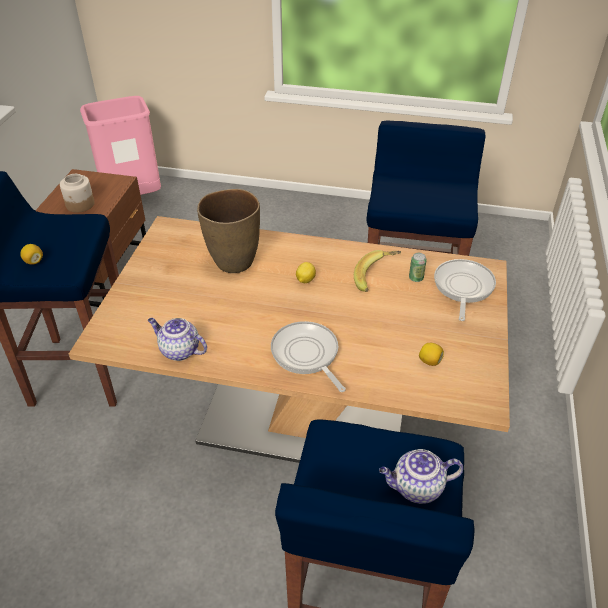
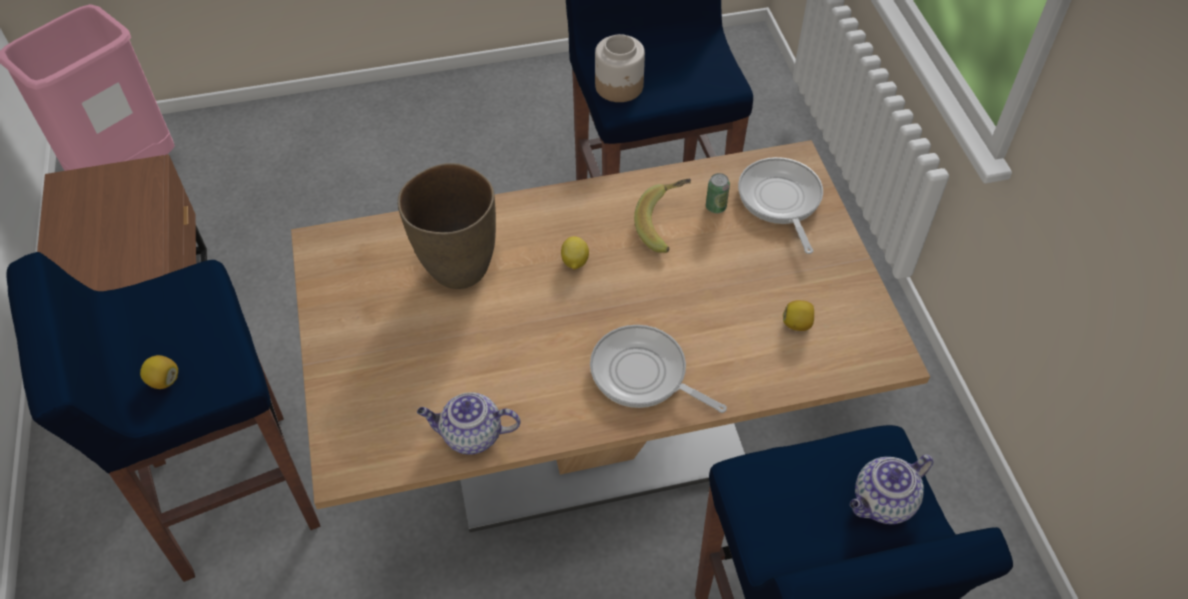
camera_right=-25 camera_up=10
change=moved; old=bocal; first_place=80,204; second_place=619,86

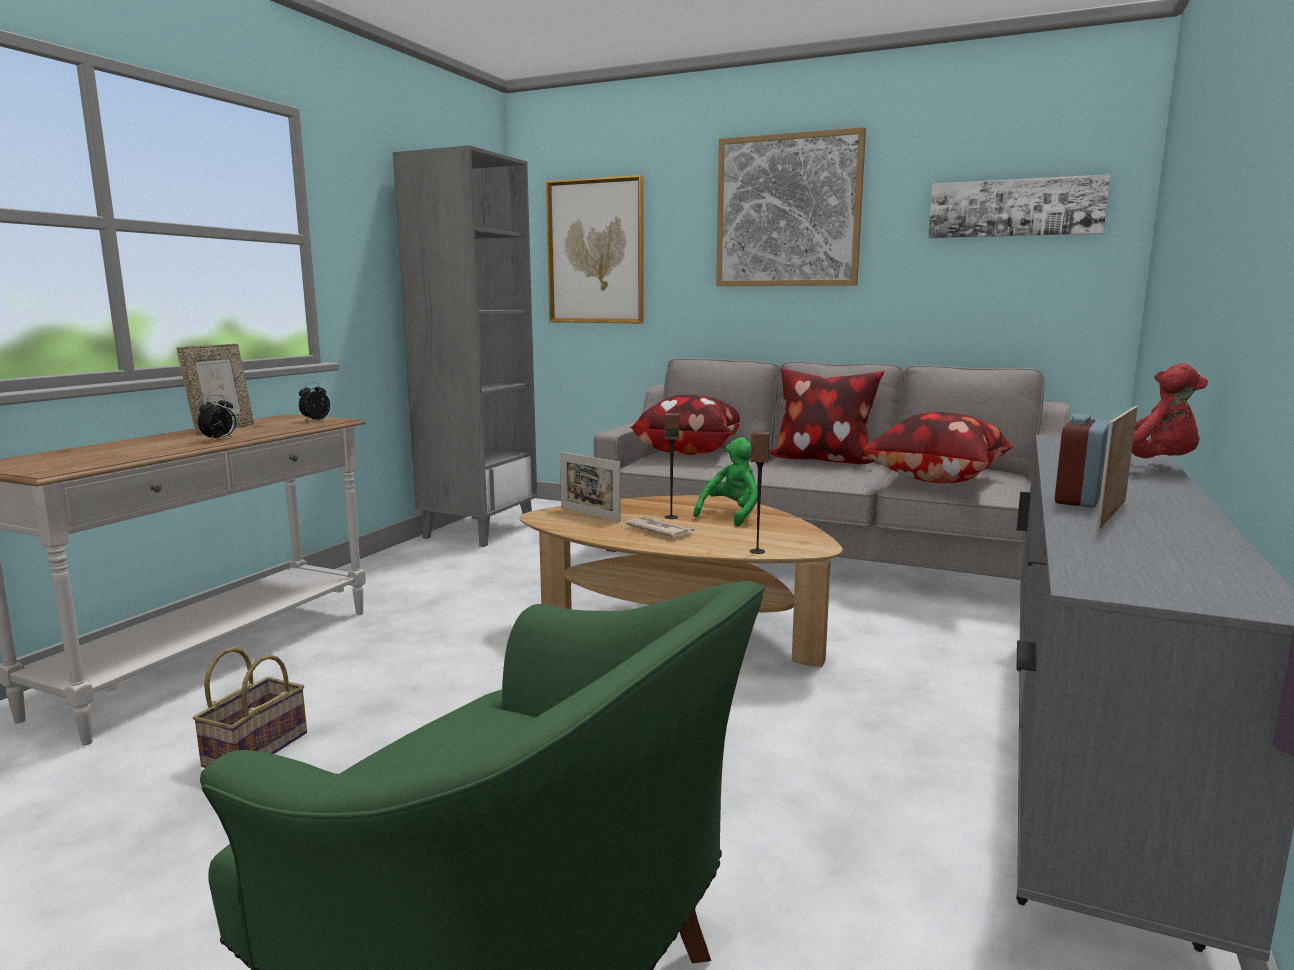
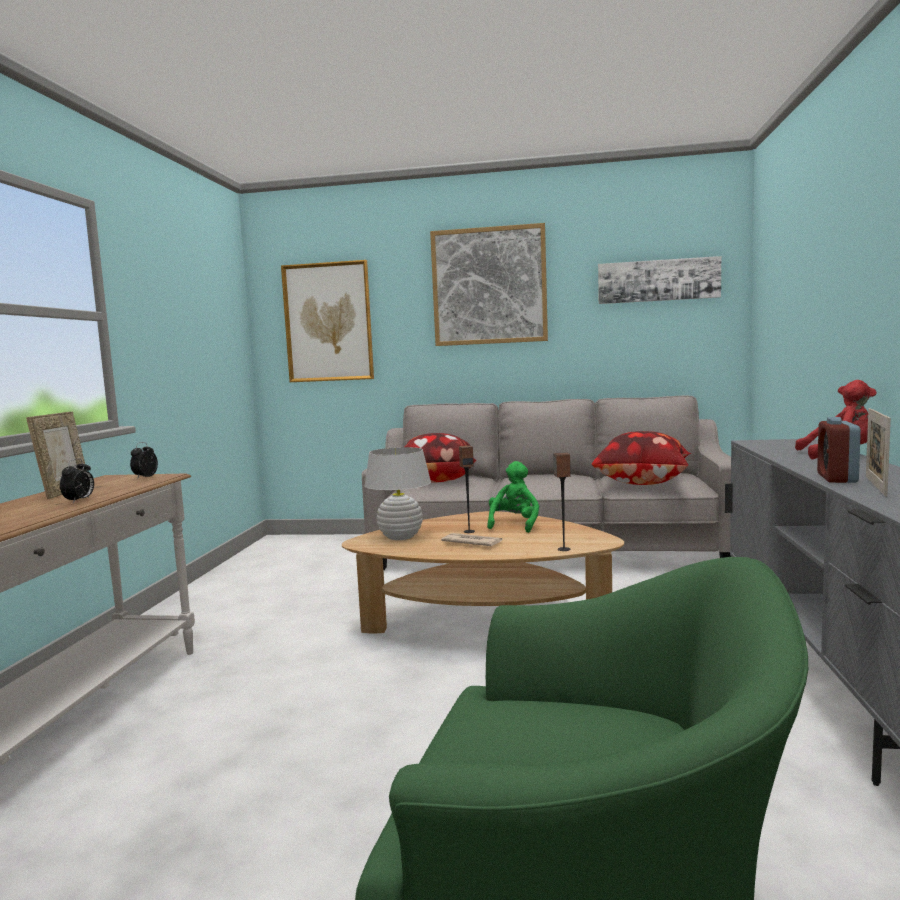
camera_right=-15 camera_up=-5
change=removed; old=panier; first_place=256,748
change=removed; old=bibliothèque [gris]; first_place=479,530
change=removed; old=coussin; first_place=822,460
change=replaced; old=cadre photo; new=lampe de table [blanc]; first_place=590,515; second_place=401,537

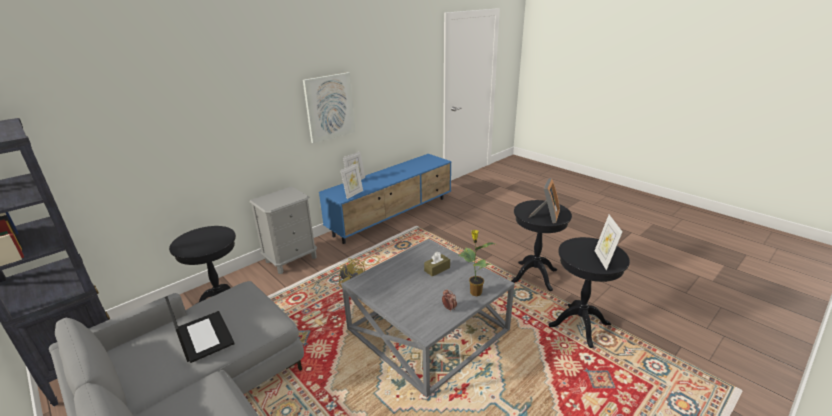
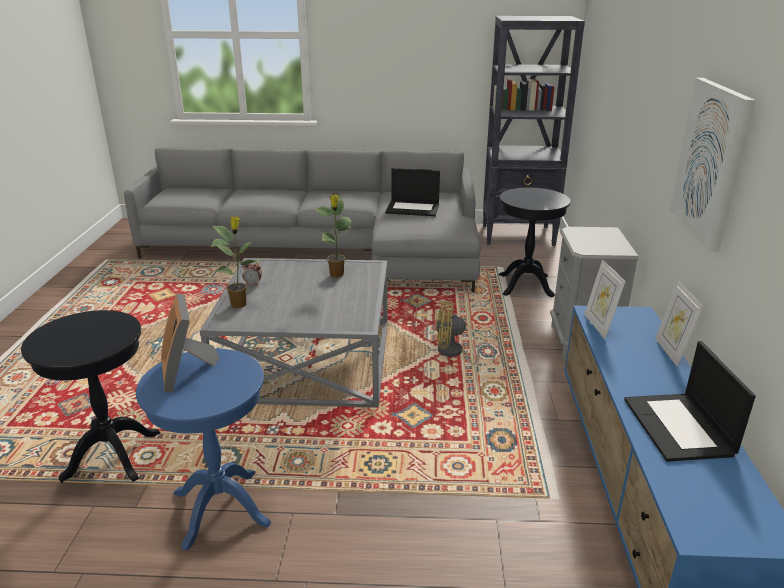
camera_right=135 camera_up=0
change=removed; old=boîte à mouchoirs [marron]; first_place=437,269
change=removed; old=cadre photo; first_place=603,260
change=added; new=plante en pot; second_place=337,275
change=added; new=ordinateur portable; second_place=679,427
change=recoloured; old=table d'appoint [noir]; new=table d'appoint [bleu]; first_place=534,276; second_place=221,508

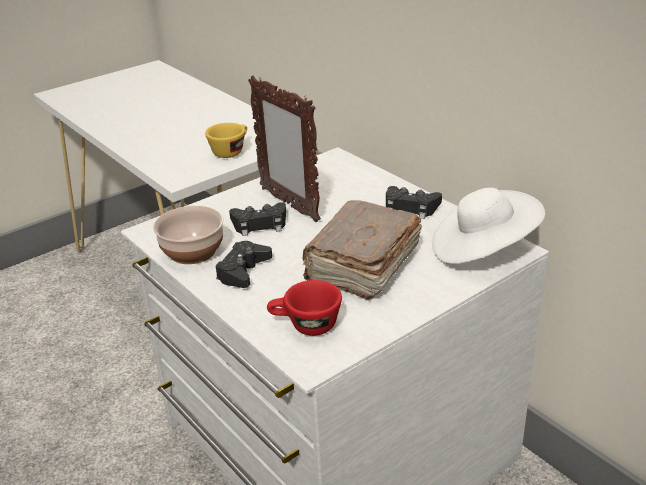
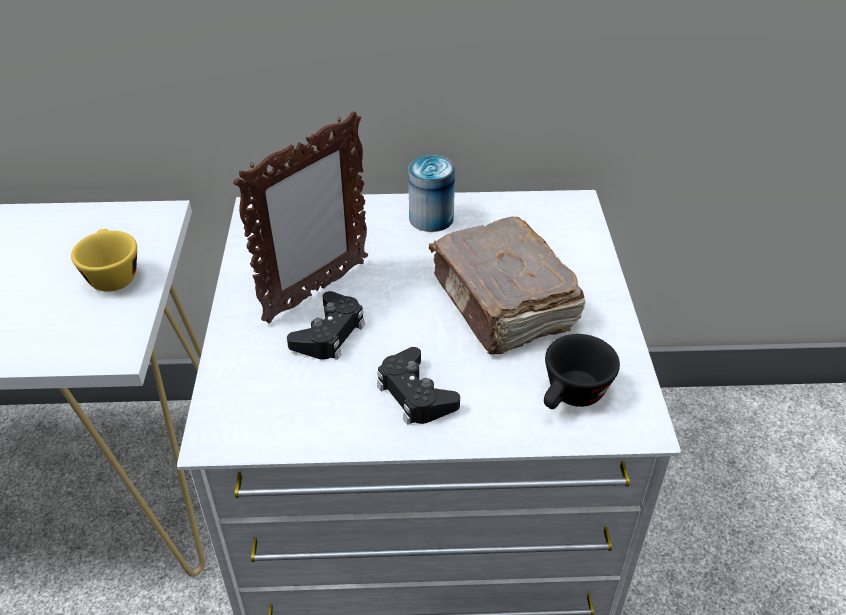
camera_right=-55 camera_up=10
change=removed; old=bol; first_place=193,251
change=removed; old=chapeau [blanc]; first_place=482,250
change=replaced; old=manette [noir]; new=boîte métallique; first_place=410,207; second_place=431,218
change=recoloured; old=tasse [rouge]; new=tasse [noir]; first_place=305,326; second_place=571,397
change=turned; old=cadre photo; first_place=289,204; second_place=315,291; degrees=-45

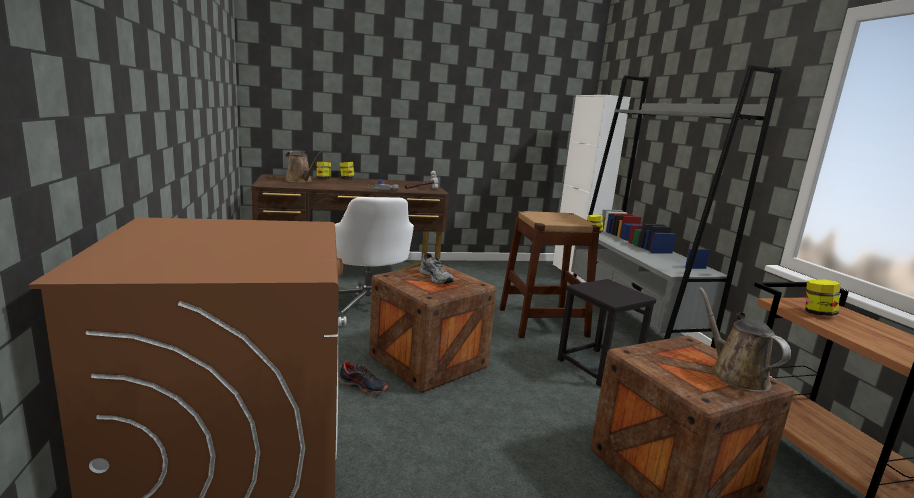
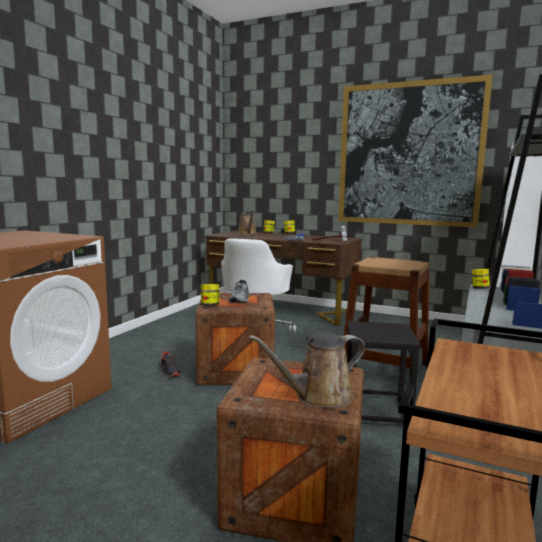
camera_right=40 camera_up=-5
change=added; new=tableau; second_place=409,154
change=moved; old=bocal; first_place=817,313; second_place=210,306
change=turned; old=arrosoir [marron]; first_place=735,374; second_place=318,397; degrees=-135

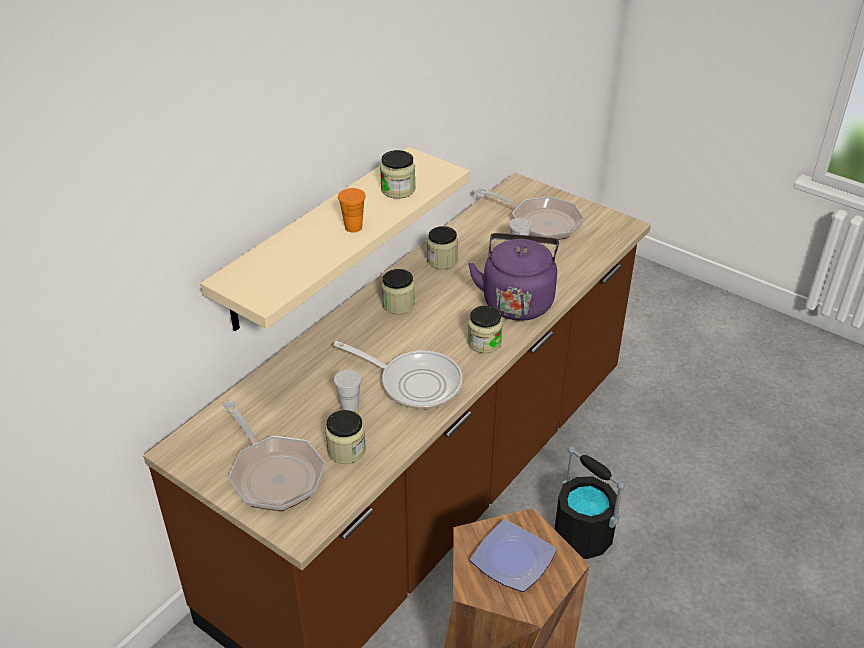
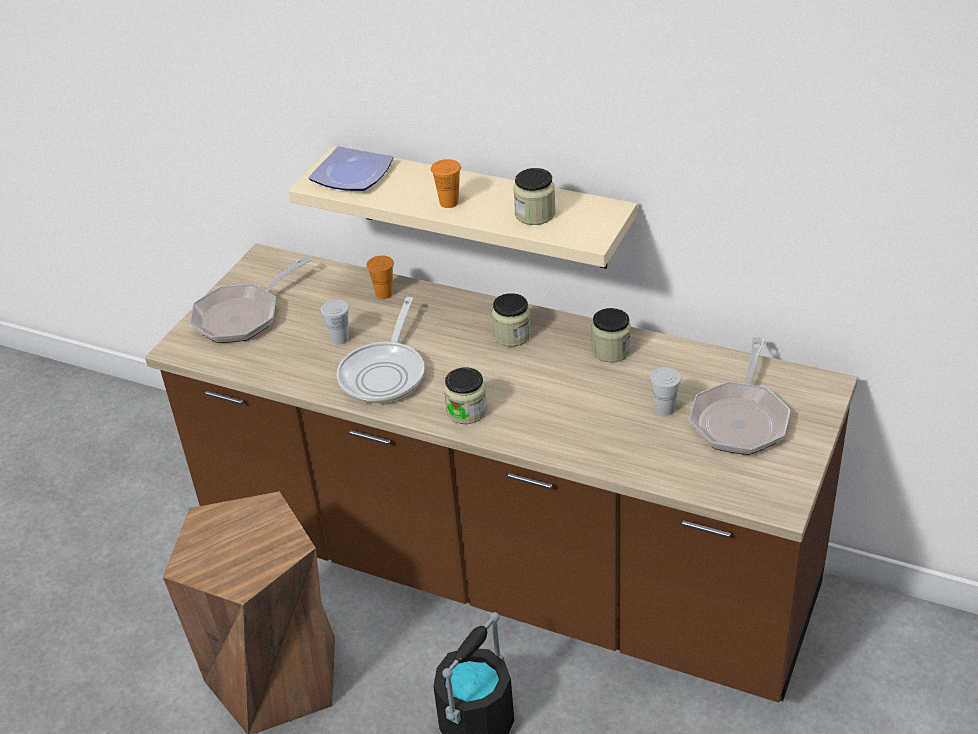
camera_right=80 camera_up=0
change=removed; old=bocal; first_place=346,450
change=removed; old=bouilloire [violet]; first_place=517,300
change=added; new=tasse [orange]; second_place=384,294
change=moved; old=assiette; first_place=511,559; second_place=351,173

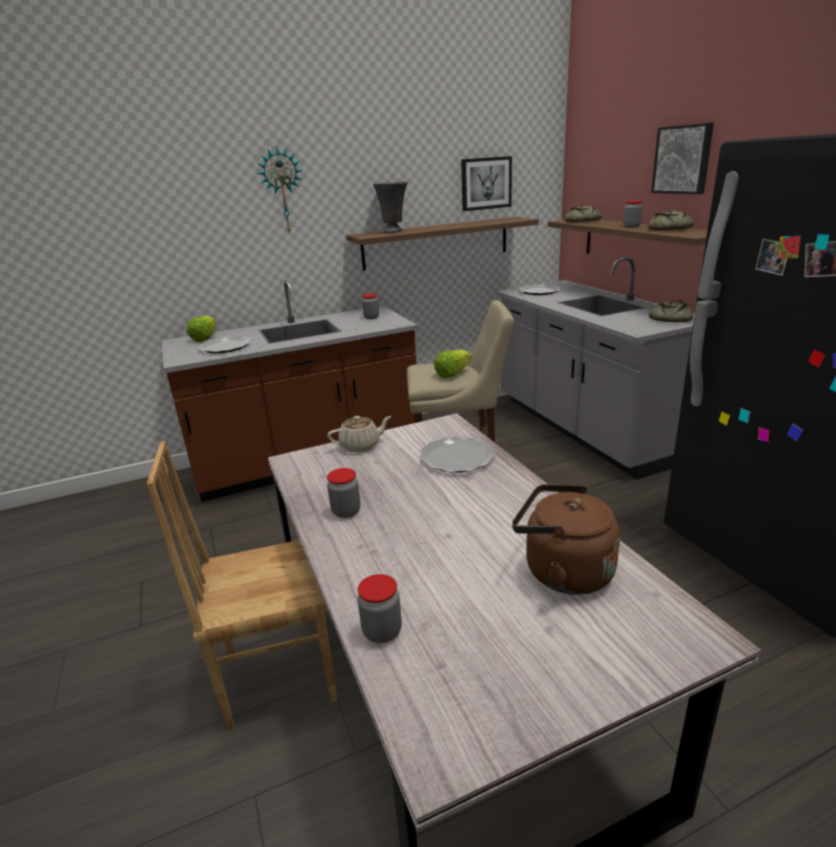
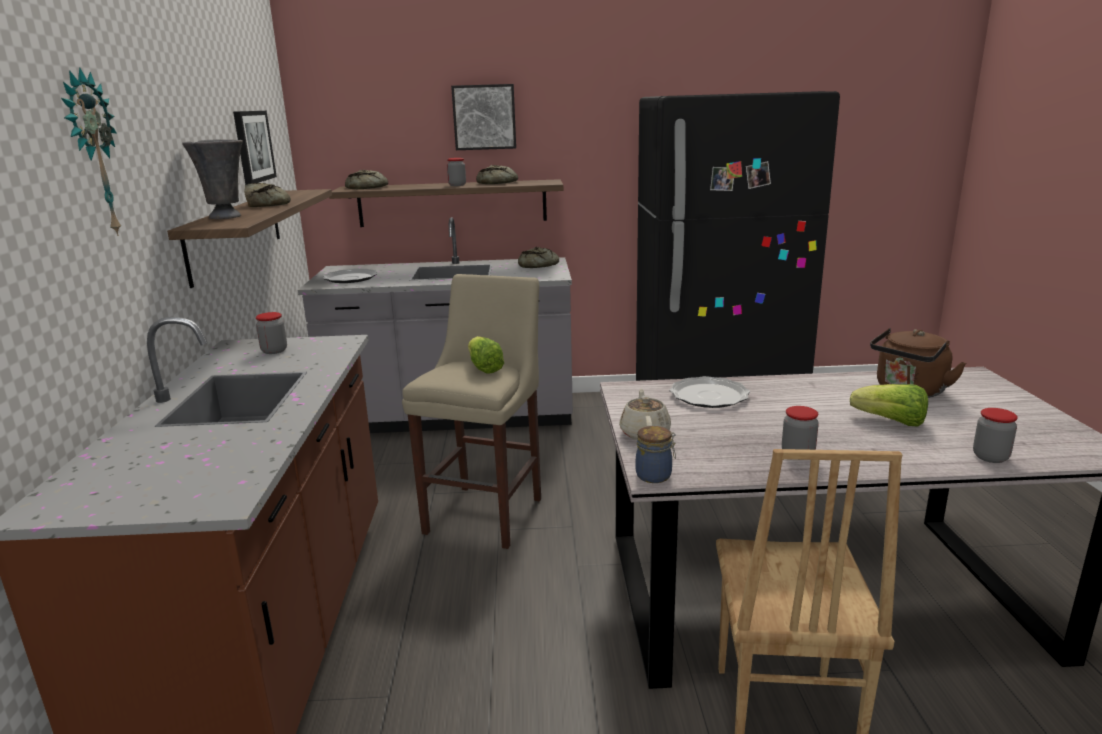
camera_right=-70 camera_up=-5
change=removed; old=assiette; first_place=226,347
change=added; new=pain; second_place=267,204
change=added; new=bocal; second_place=655,475
change=moved; old=laitue; first_place=205,338; second_place=891,422

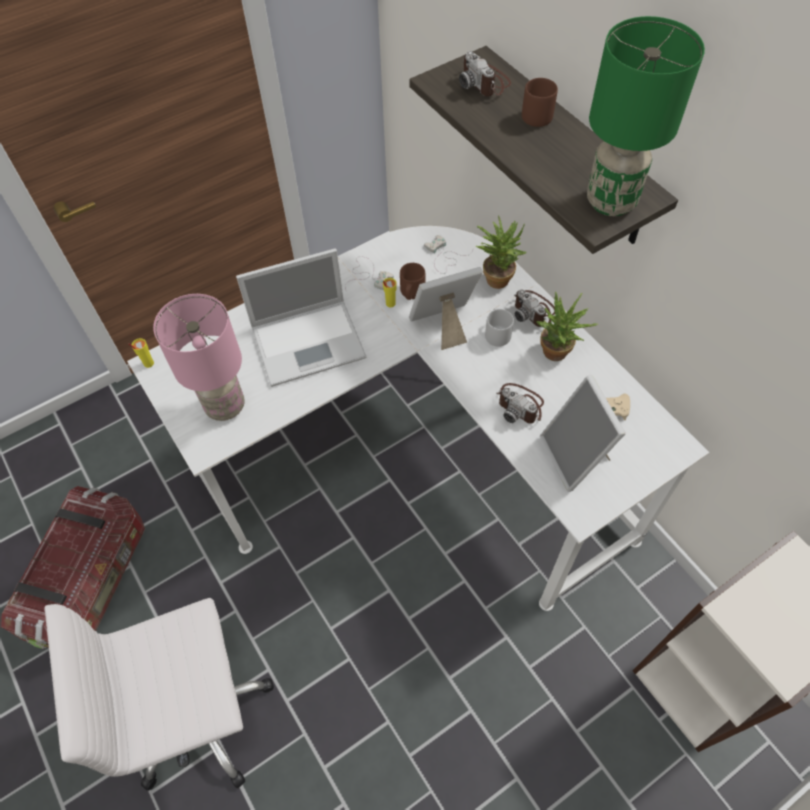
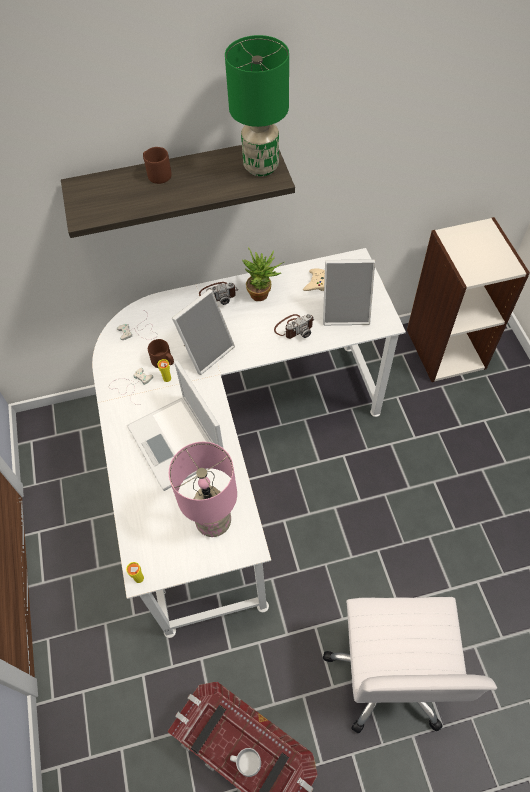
camera_right=-70 camera_up=0
change=removed; old=appareil photo; first_place=485,82
change=removed; old=plante en pot; first_place=497,276
change=moved; old=mug [gris]; first_place=497,333; second_place=246,762
change=turned; old=ordinateur portable; first_place=310,341; second_place=177,443; degrees=150
change=turned; old=cadre photo; first_place=443,326; second_place=206,351; degrees=-135

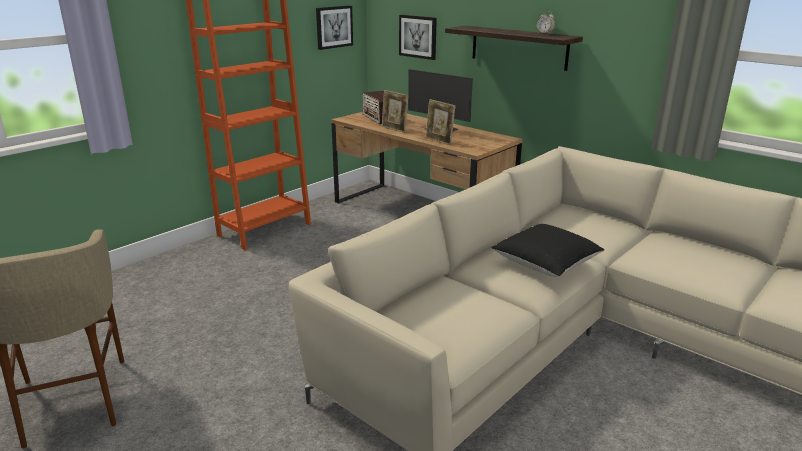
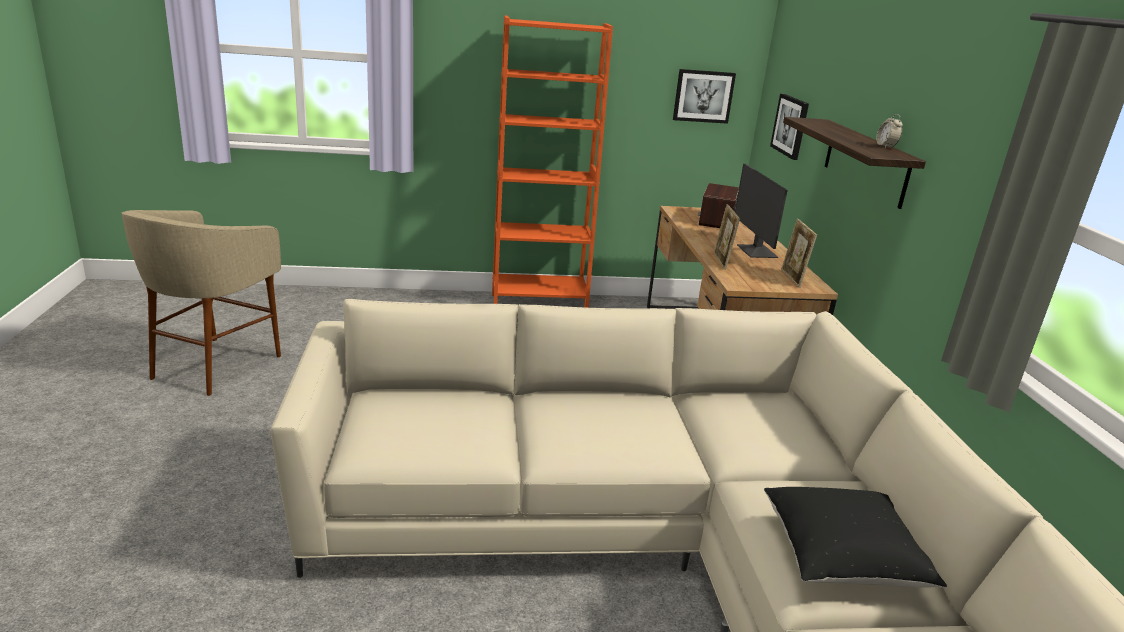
camera_right=40 camera_up=0
change=moved; old=cadre photo; first_place=394,129; second_place=792,278
change=moved; old=coussin [noir]; first_place=545,264; second_place=841,558

